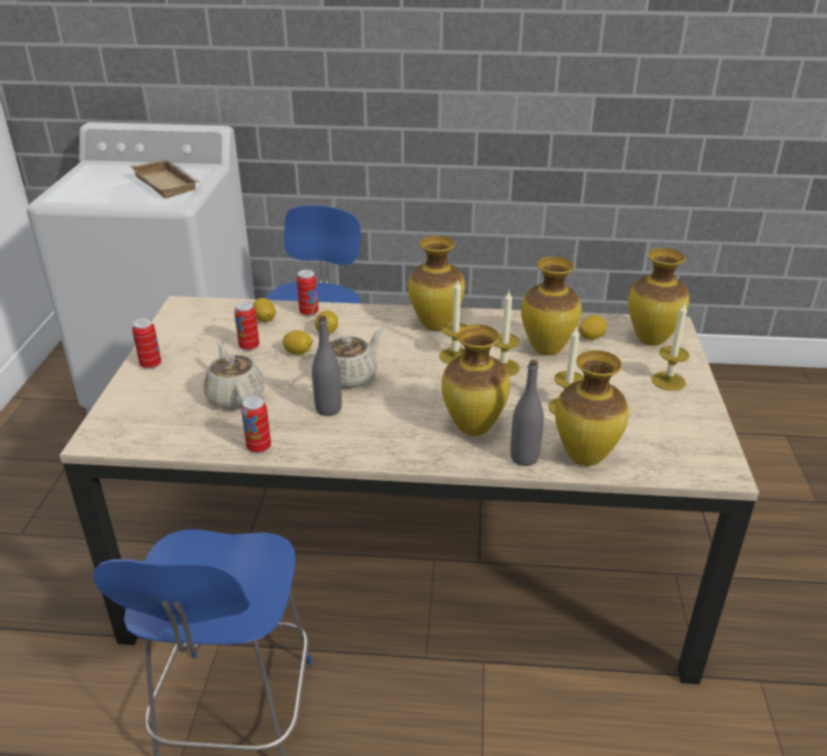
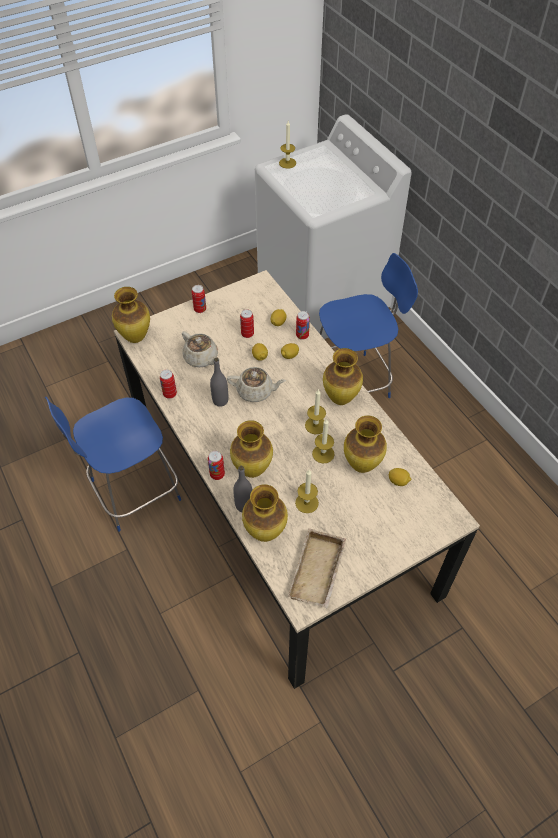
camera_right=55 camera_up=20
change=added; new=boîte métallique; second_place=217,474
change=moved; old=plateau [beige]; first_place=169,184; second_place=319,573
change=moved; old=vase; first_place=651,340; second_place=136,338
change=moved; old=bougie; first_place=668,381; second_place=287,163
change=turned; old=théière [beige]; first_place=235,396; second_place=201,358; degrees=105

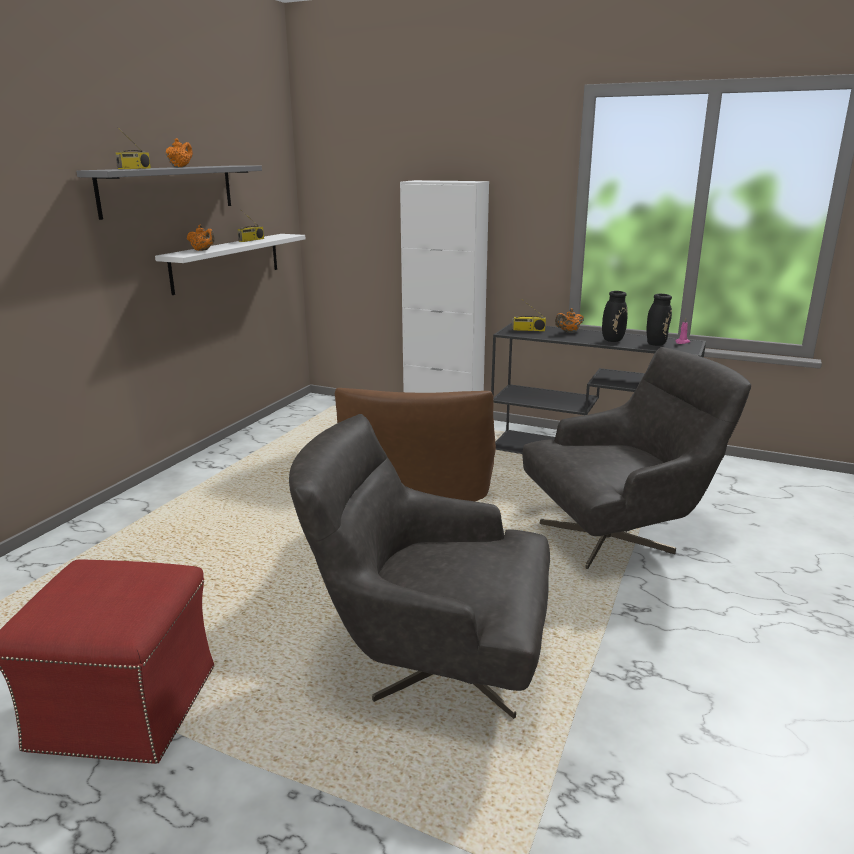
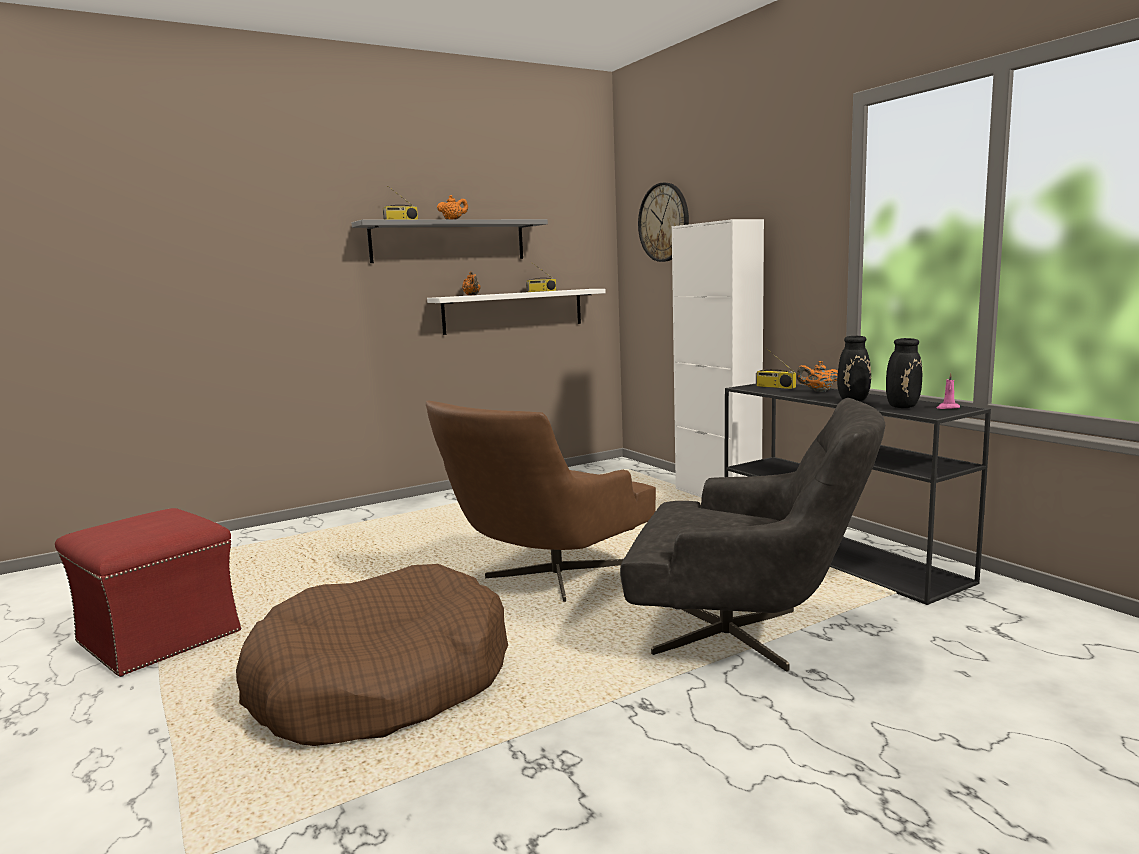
camera_right=35 camera_up=-10
change=added; new=horloge murale; second_place=664,222
change=replaced; old=fauteuil [gris]; new=panier pour chien [marron]; first_place=429,663; second_place=381,682

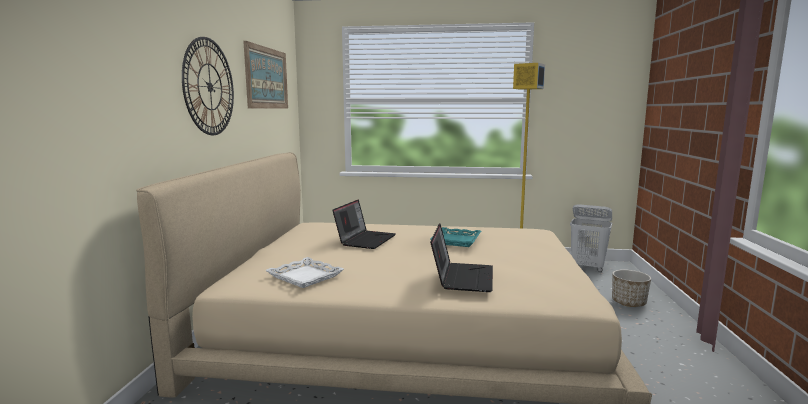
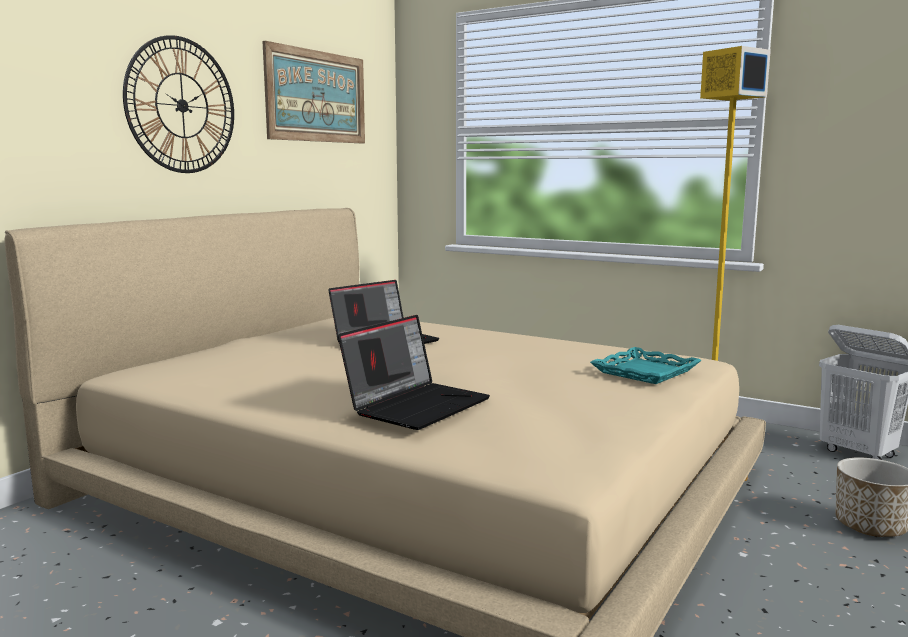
camera_right=25 camera_up=0
change=removed; old=plateau [blanc]; first_place=304,277
change=moved; old=plateau [turquoise]; first_place=456,240; second_place=646,372

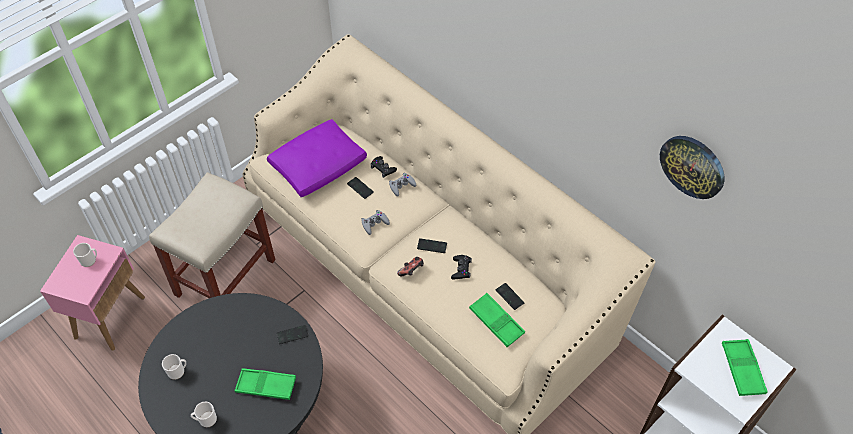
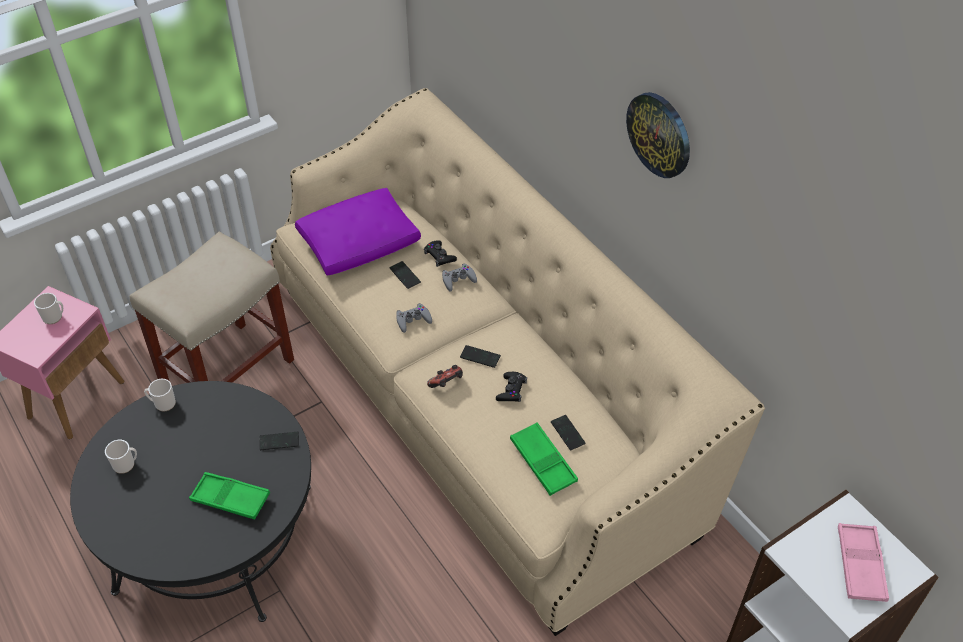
camera_right=10 camera_up=-5
change=moved; old=mug; first_place=206,420; second_place=162,403
change=moved; old=horloge murale; first_place=692,166; second_place=659,134
change=recoloured; old=plateau [vert]; new=plateau [rose]; first_place=742,369; second_place=860,565

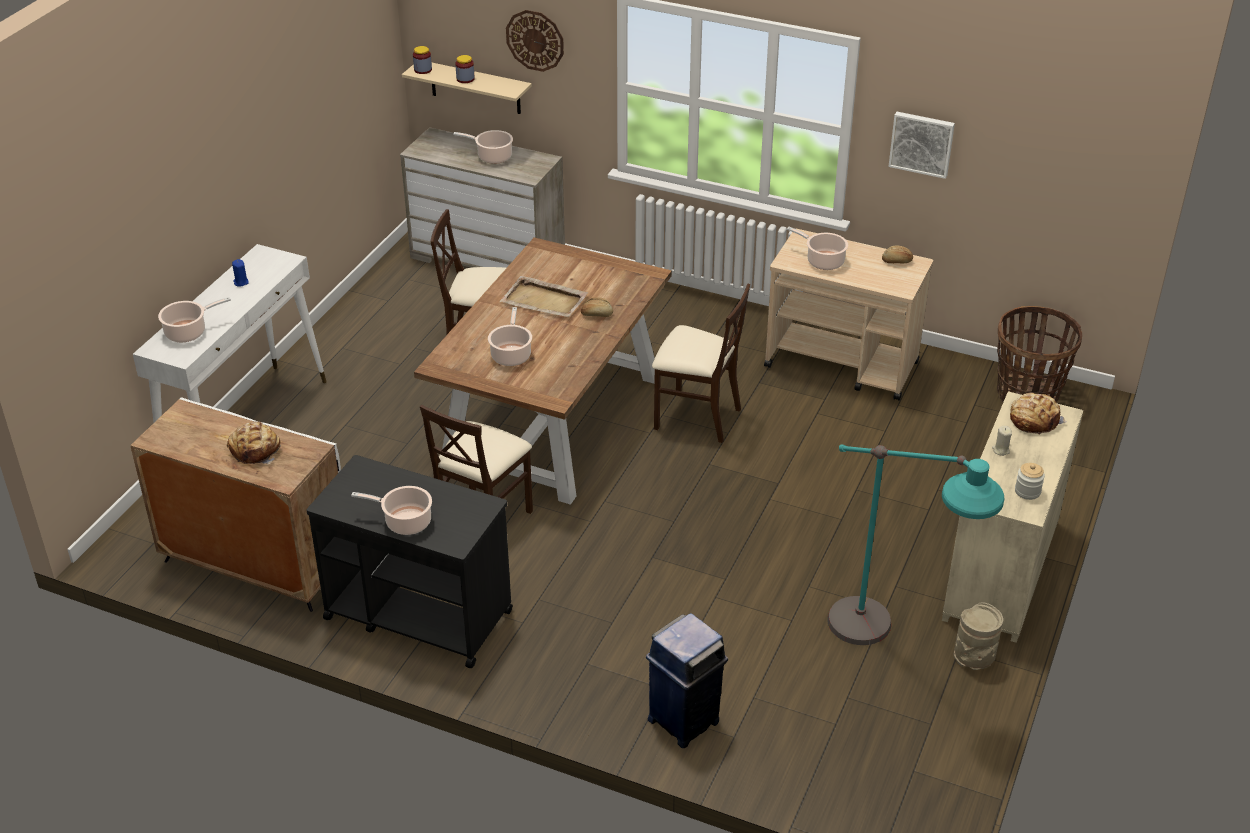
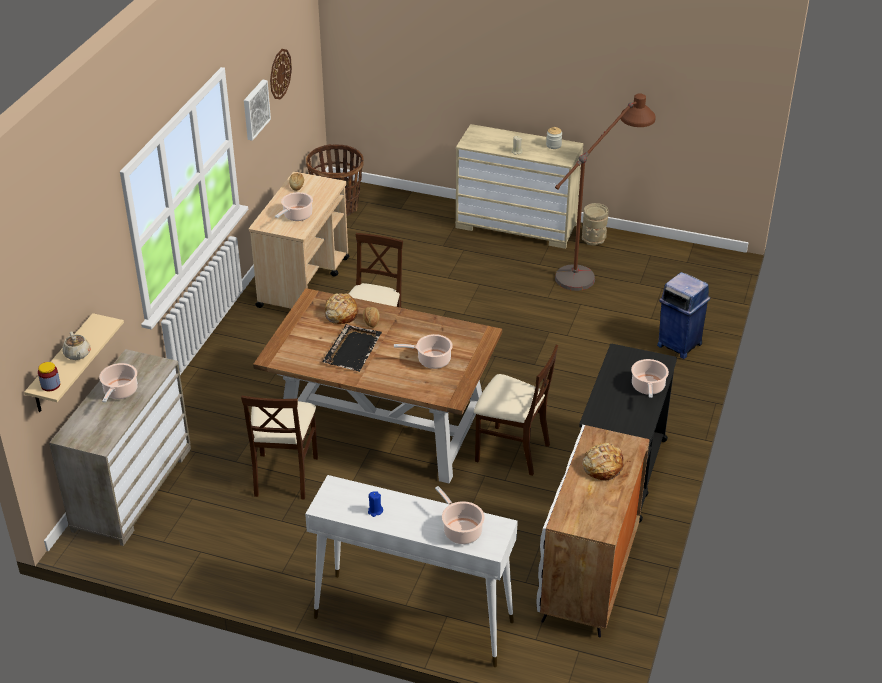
camera_right=-95 camera_up=0
change=moved; old=horloge murale; first_place=535,40; second_place=280,74
change=moved; old=pain; first_place=1034,420; second_place=340,314
change=replaced; old=bocal; new=théière [beige]; first_place=465,79; second_place=77,354
change=recoloured; old=plateau [beige]; new=plateau [noir]; first_place=545,300; second_place=353,349
change=recoloured; old=lampadaire [turquoise]; new=lampadaire [marron]; first_place=890,649; second_place=595,267

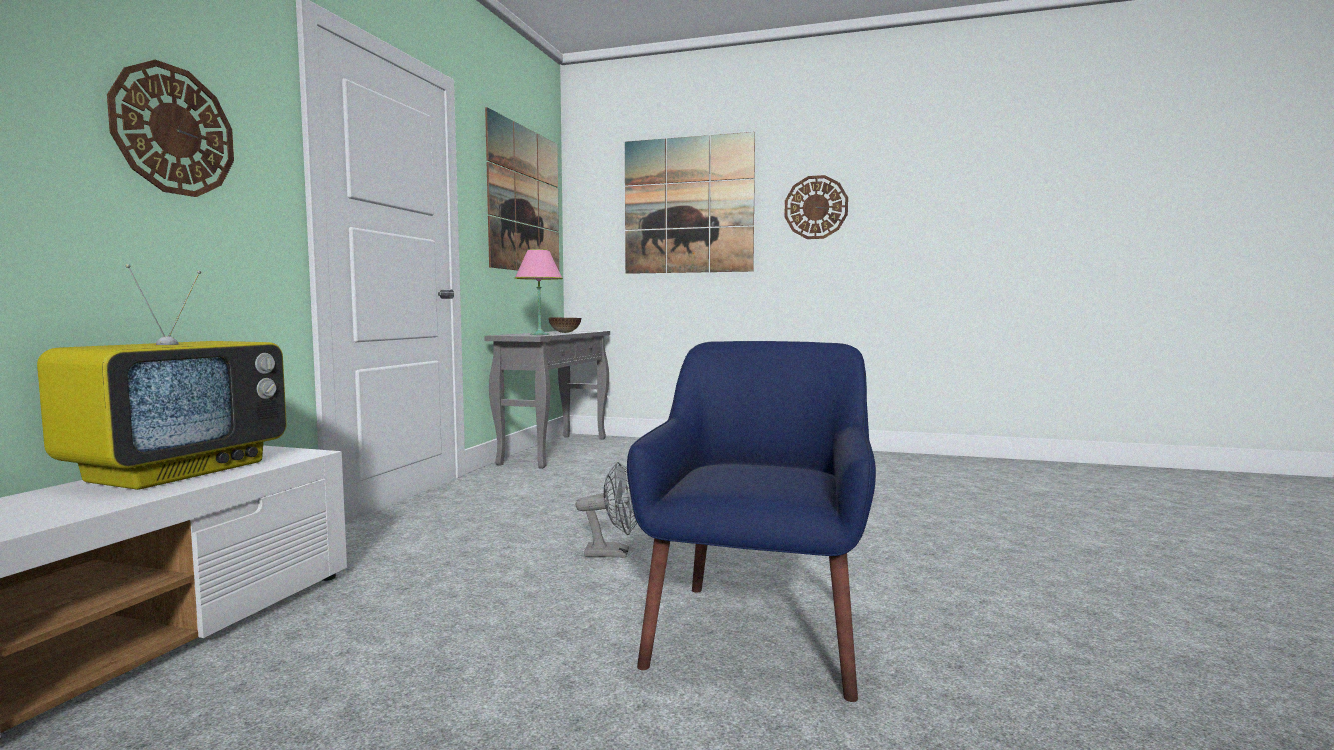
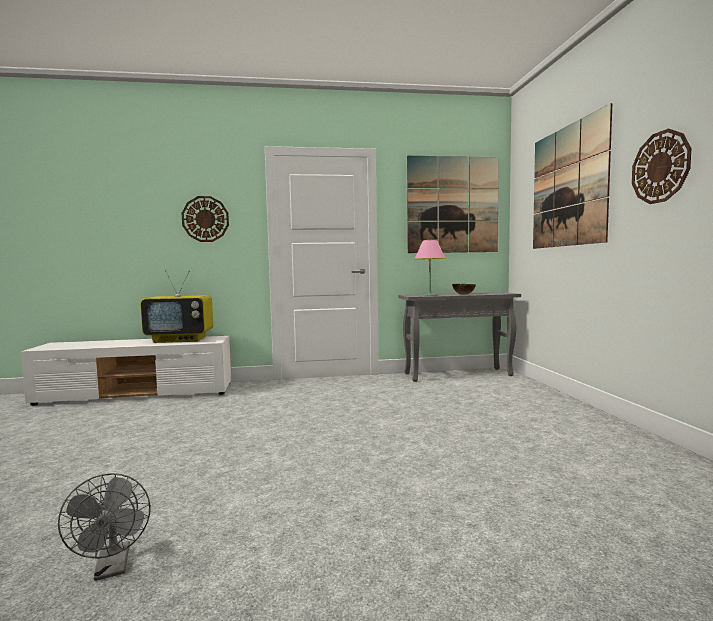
camera_right=65 camera_up=0
change=removed; old=fauteuil [bleu]; first_place=758,633
change=moved; old=ventilateur [gris]; first_place=614,553; second_place=112,568

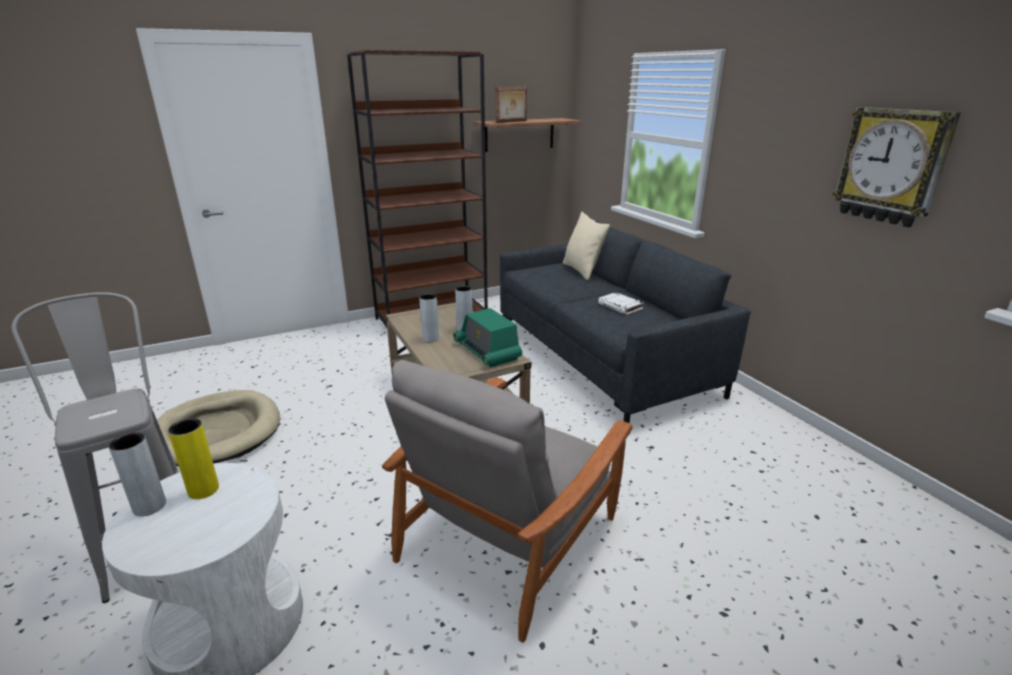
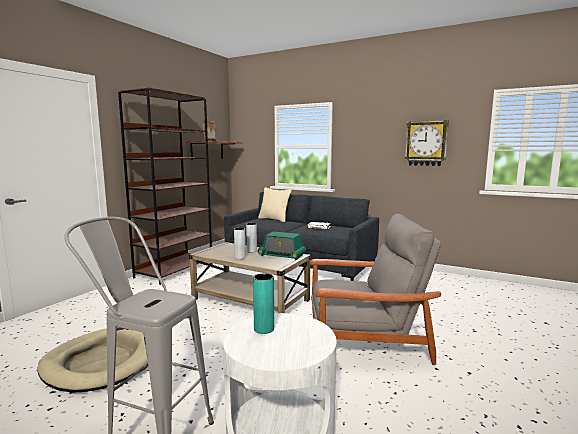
camera_right=-35 camera_up=-15
change=removed; old=vase [gris]; first_place=149,506
change=recoloured; old=vase [jaune]; new=vase [turquoise]; first_place=203,490; second_place=264,329
change=turned; old=fauteuil [gris]; first_place=510,537; second_place=365,340; degrees=-90

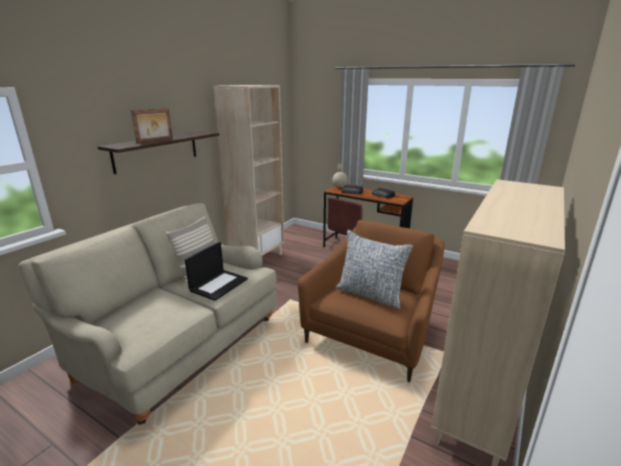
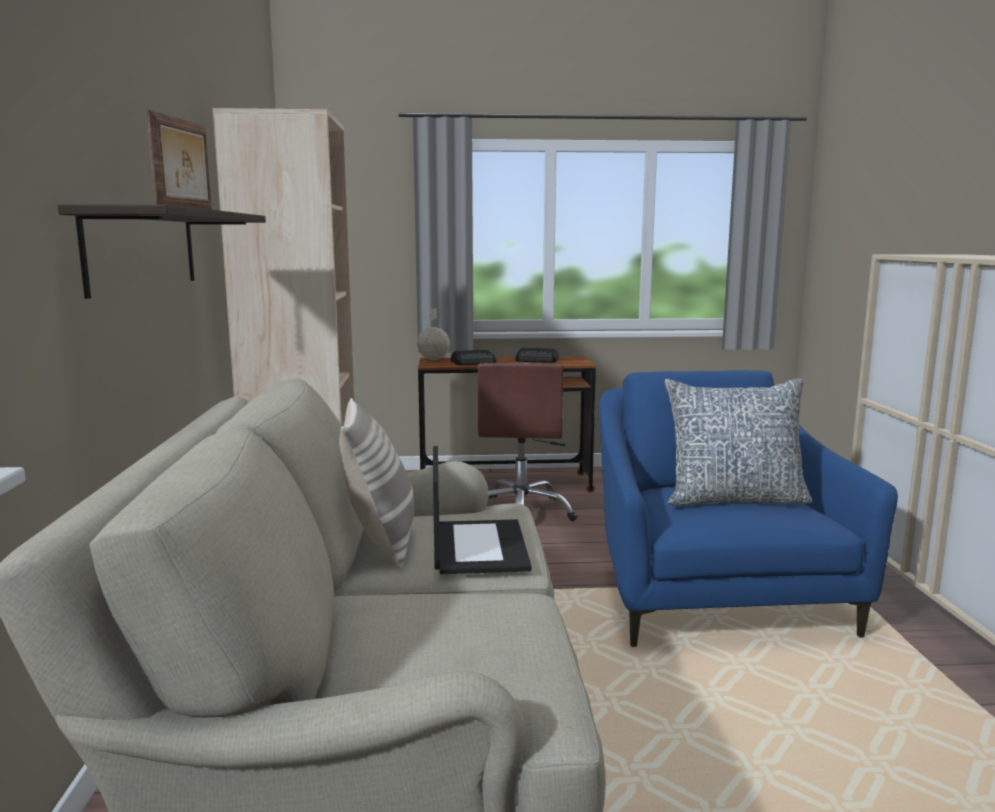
camera_right=-35 camera_up=-10
change=recoloured; old=fauteuil [marron]; new=fauteuil [bleu]; first_place=373,333; second_place=710,593

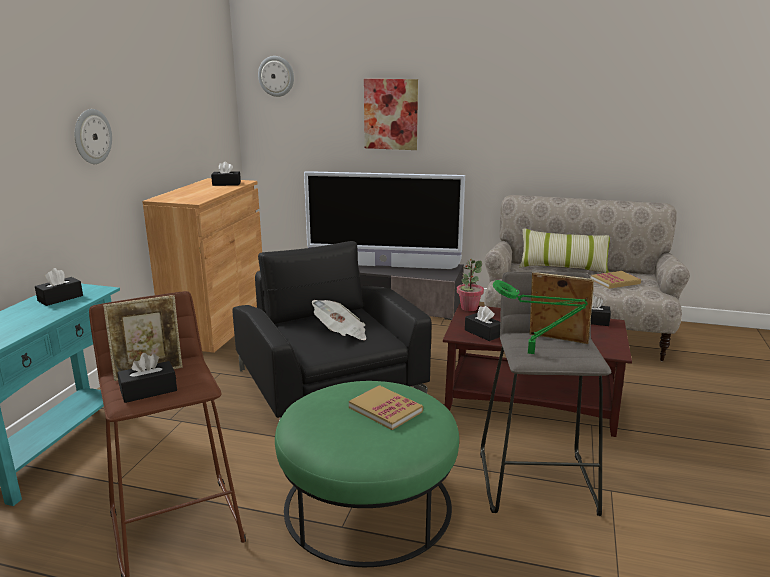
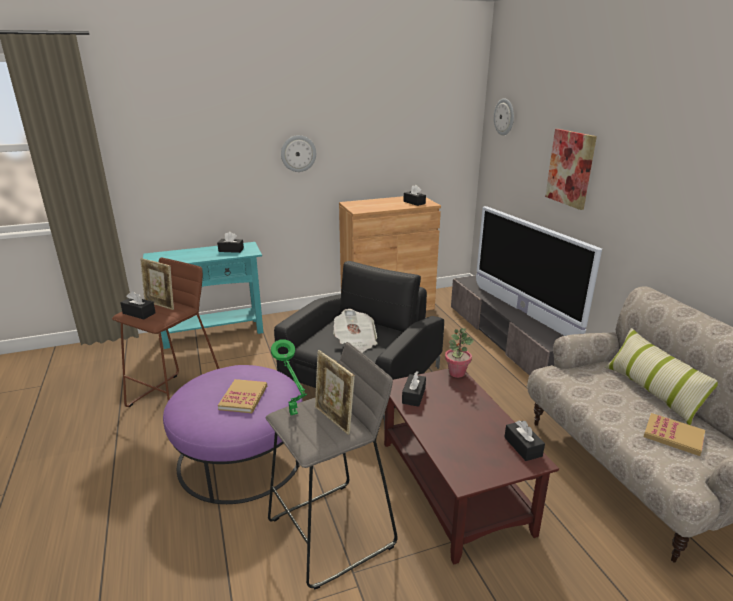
camera_right=55 camera_up=5
change=recoloured; old=pouf [vert]; new=pouf [violet]; first_place=368,504; second_place=241,456
change=turned; old=cadre photo; first_place=557,340; second_place=334,419; degrees=150

